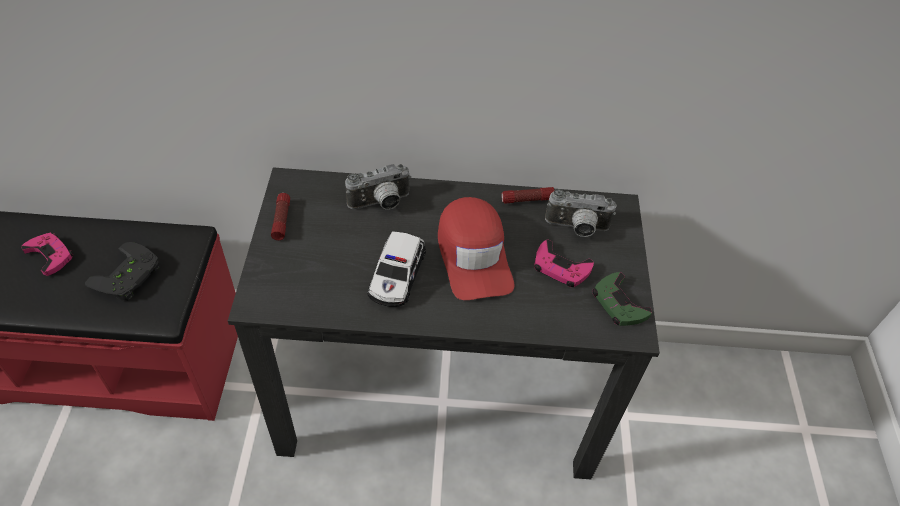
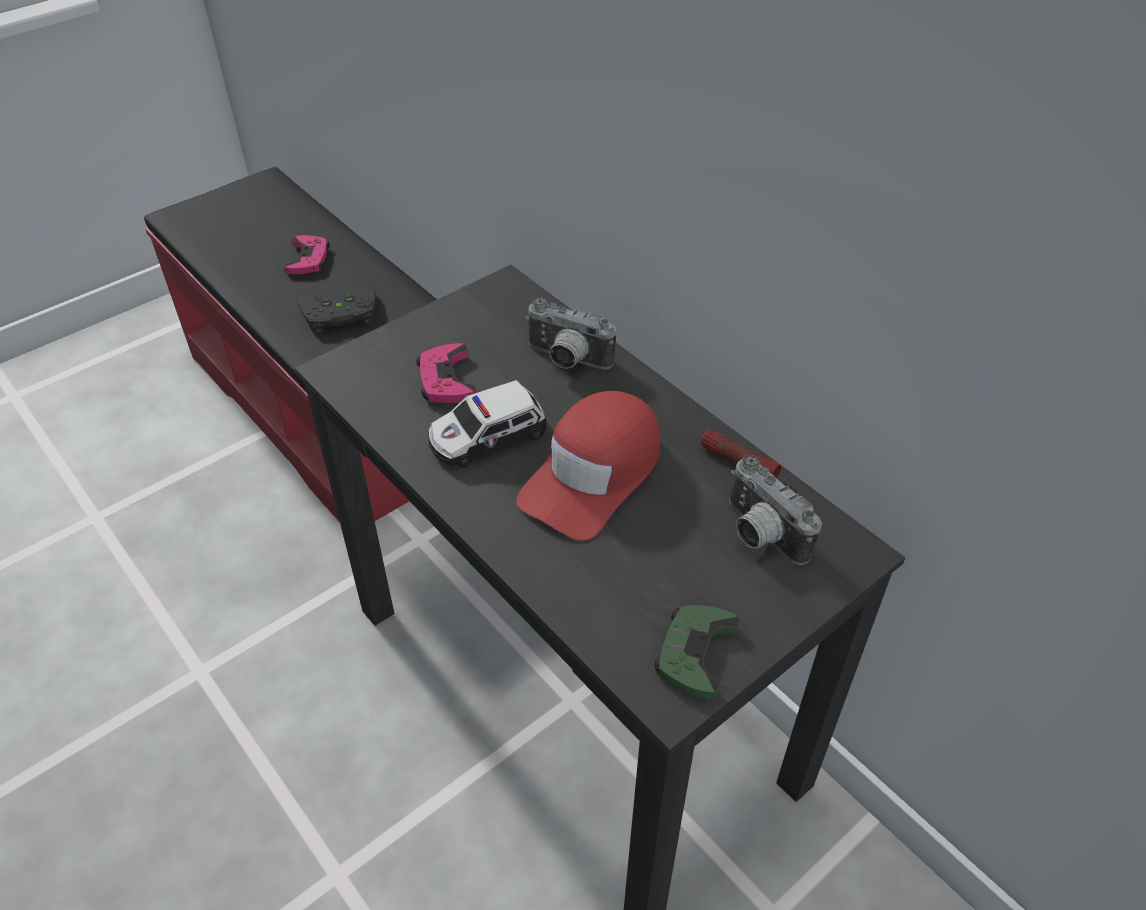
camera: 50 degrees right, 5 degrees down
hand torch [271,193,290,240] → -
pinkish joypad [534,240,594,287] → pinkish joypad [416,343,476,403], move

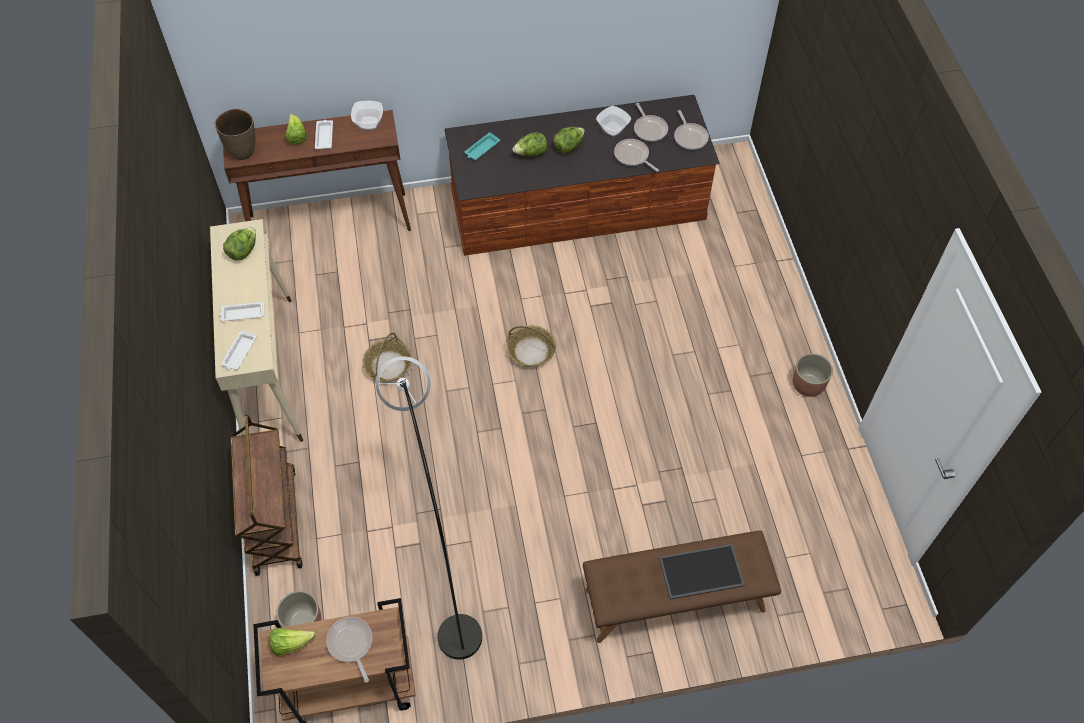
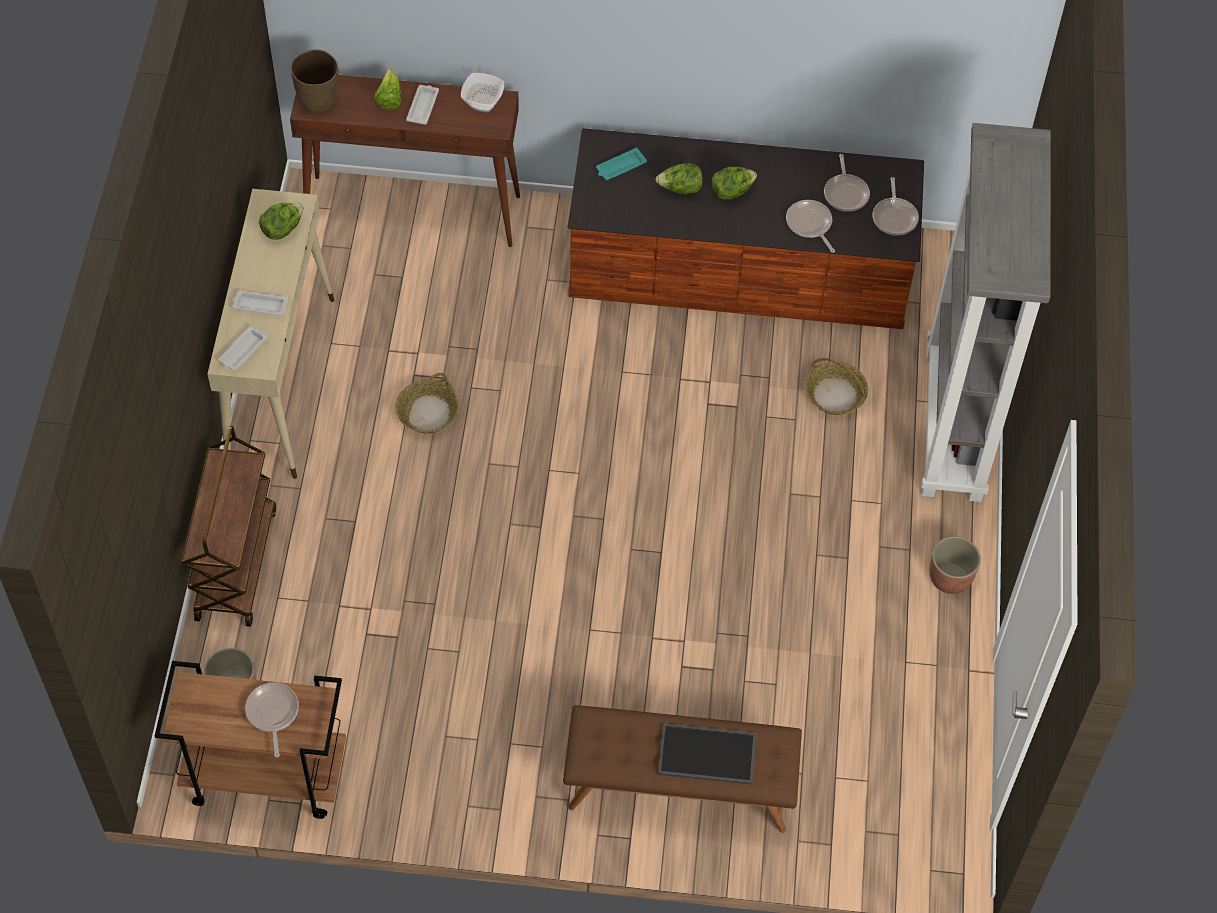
camera: 15 degrees right, 0 degrees up
deep dish [596,106,631,137] → -
basket [507,326,556,367] → basket [805,358,868,415], move
greyish standard lamp [376,357,482,660] → -
head of lettuce [269,628,316,656] → -
- → greyish bookcase [921,123,1051,502]

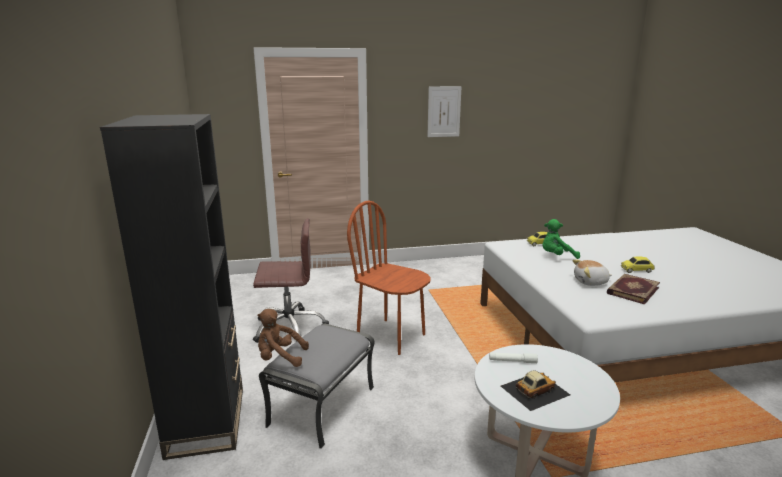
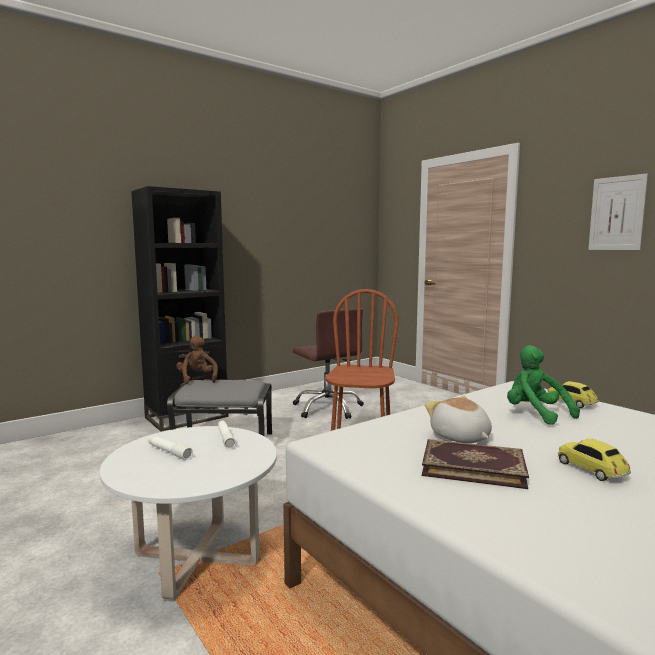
camera: 65 degrees right, 10 degrees down
model car [501,370,570,411] → white hand torch [148,436,193,460]

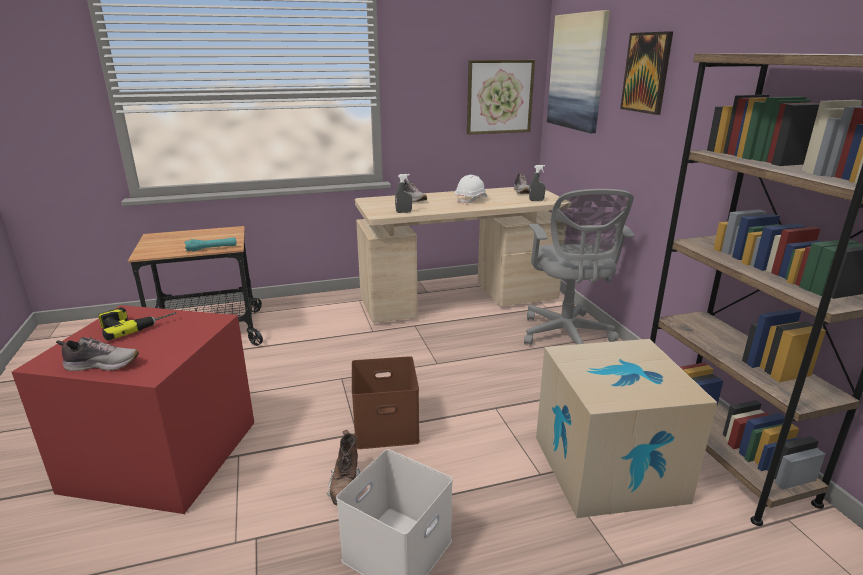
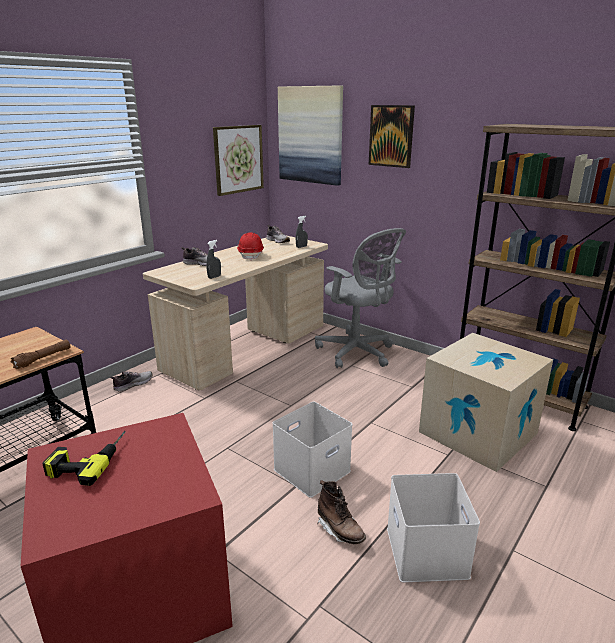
camera: 35 degrees left, 0 degrees up
white hard hat [455,175,487,205] → reddish hard hat [237,232,264,261]
turquoise-coloured hand torch [185,237,237,251] → brownish hand torch [11,340,70,369]
item of footwear [56,337,139,371] → item of footwear [110,371,153,391], move
brownish storage bin [352,356,420,449] → white storage bin [272,402,353,498]

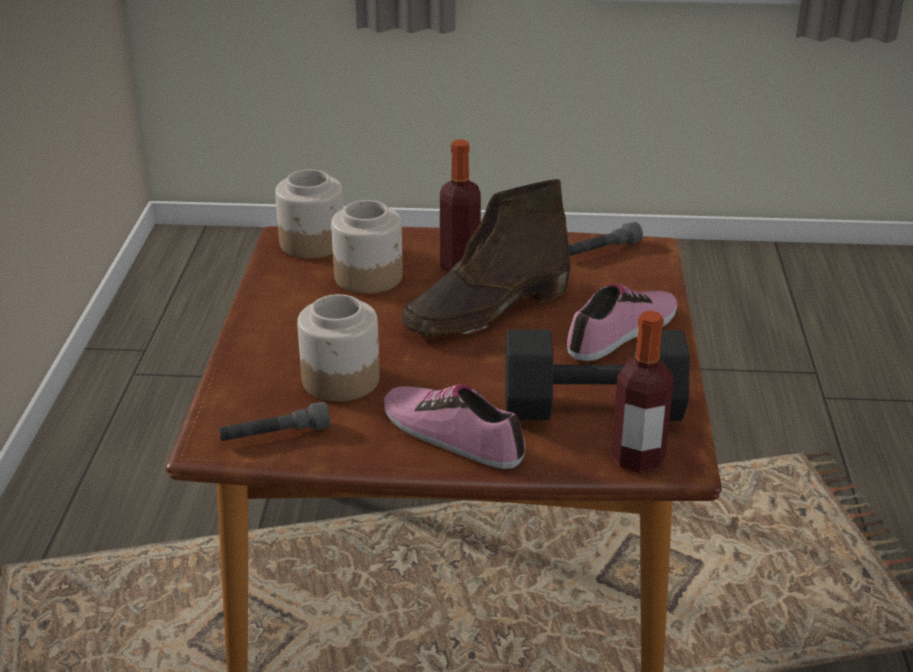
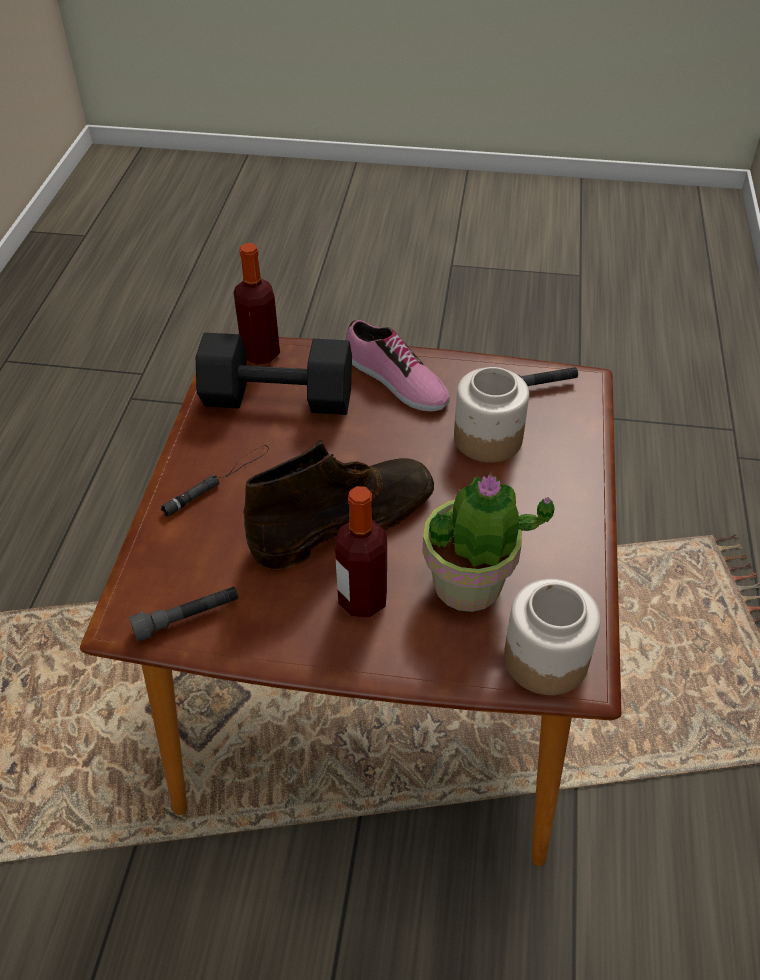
camera: 175 degrees left, 15 degrees up
preserve jar [331,200,403,294] → plant in a pot [423,475,554,612]
item of footwear [567,283,677,361] → black hand torch [161,445,269,517]

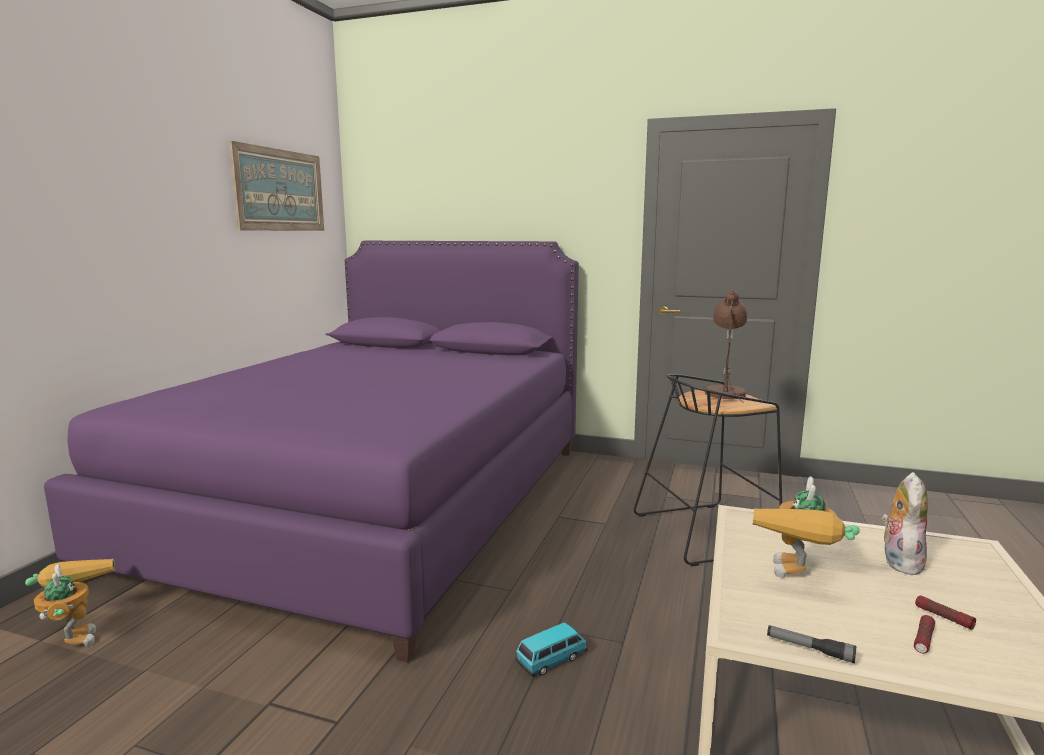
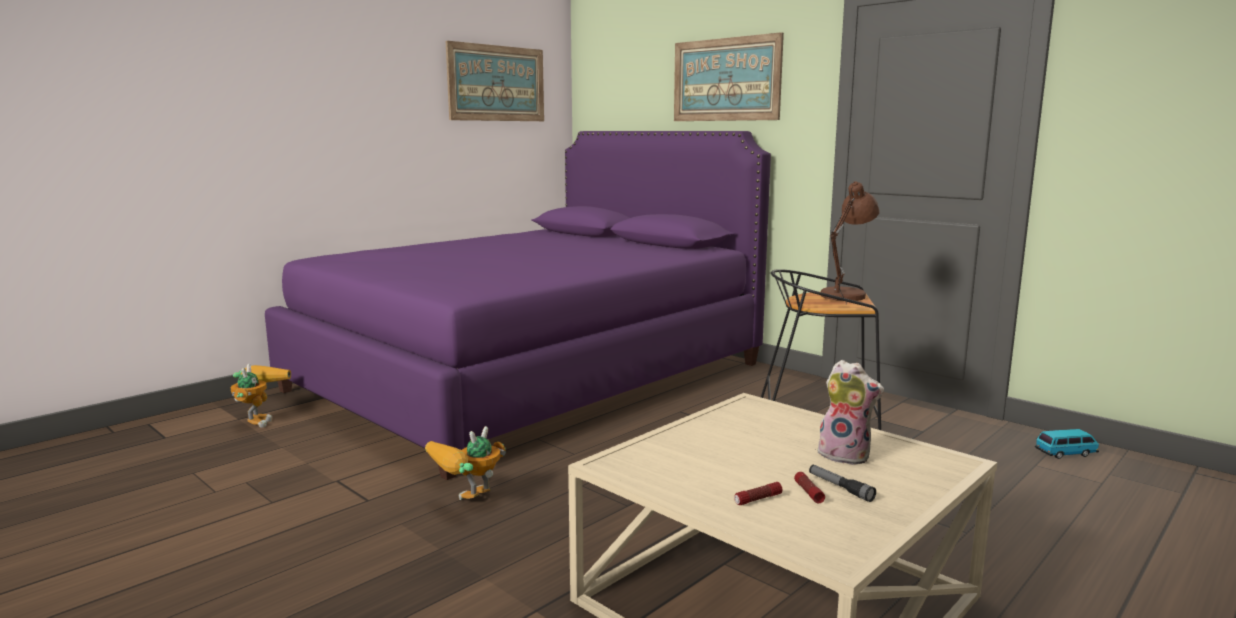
camera: 25 degrees right, 0 degrees up
plush toy [881,472,928,575] → plush toy [817,360,884,465], 75 degrees clockwise
toy robot [753,477,860,578] → toy robot [425,426,506,500], move
model car [515,622,588,677] → model car [1035,429,1099,459], move
hand torch [767,625,856,663] → hand torch [809,465,876,502], move
- → wall art [674,32,784,121]

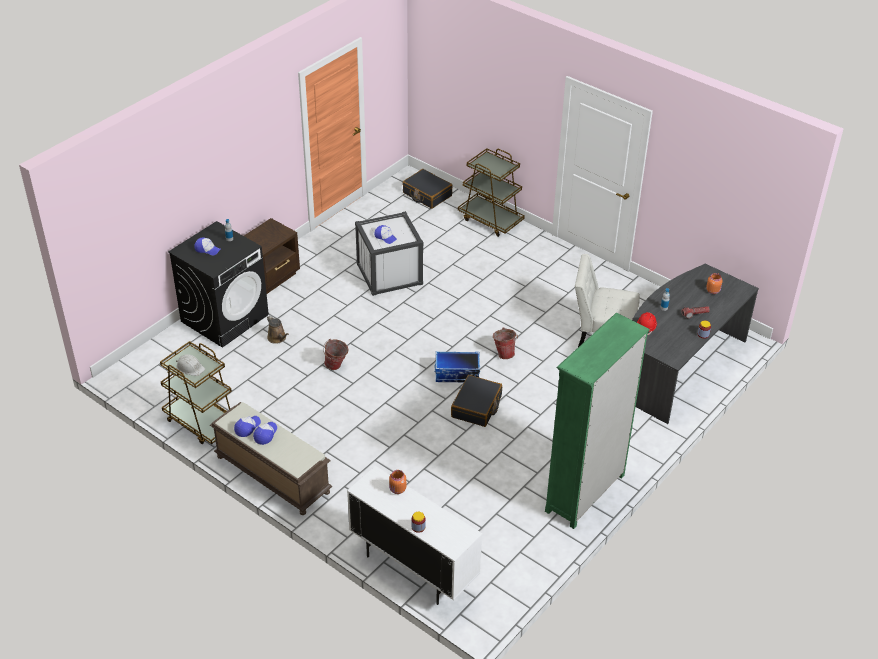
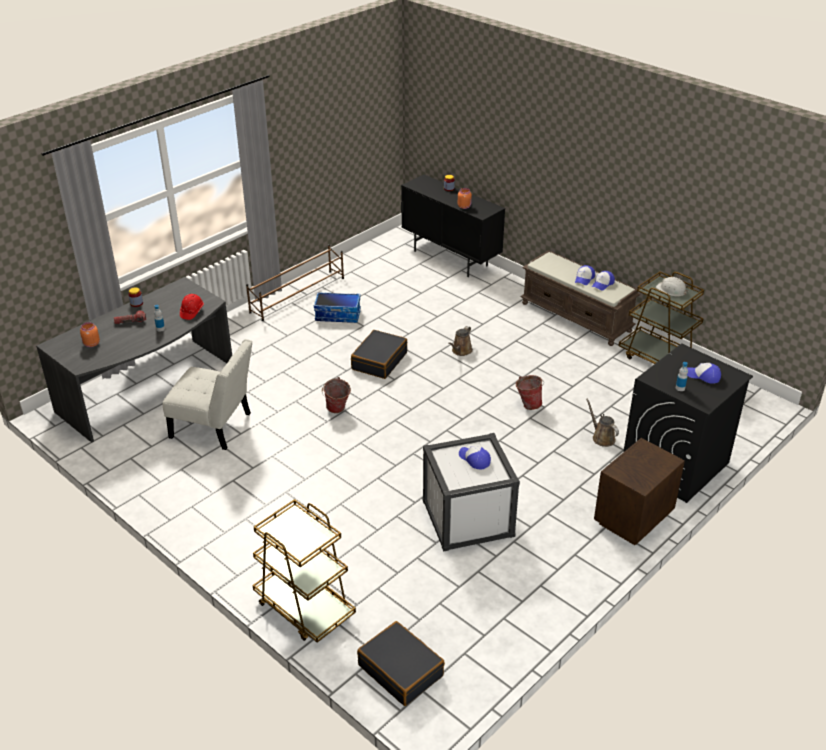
camera: 175 degrees left, 5 degrees down
green bookcase [545,313,650,529] → brownish shoe shelf [246,244,344,321]
storage bin [435,351,480,382] → storage bin [314,292,361,323], move
white storage cabinet [347,466,482,605] → black storage cabinet [401,175,505,277]
- → brownish watering pot [448,326,473,356]

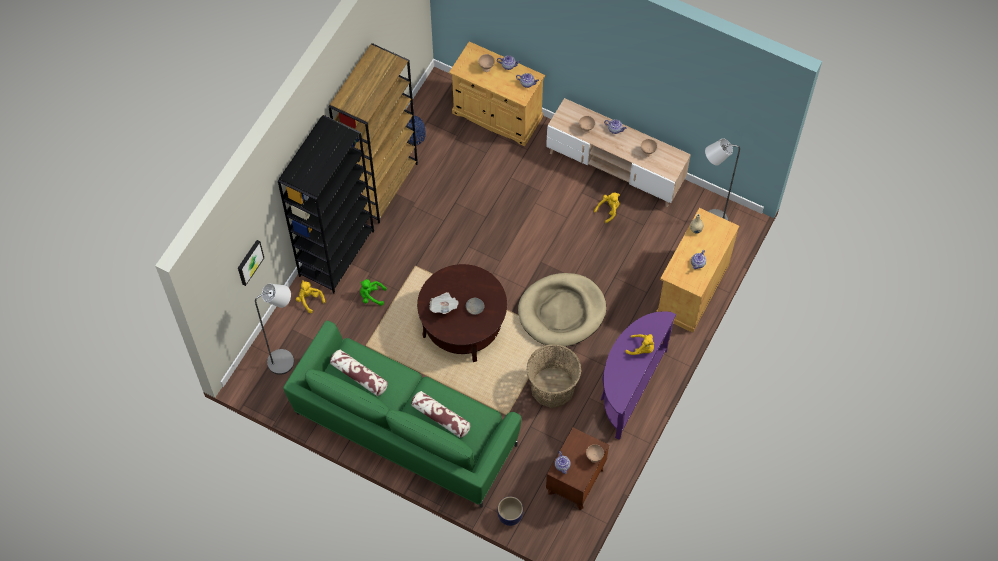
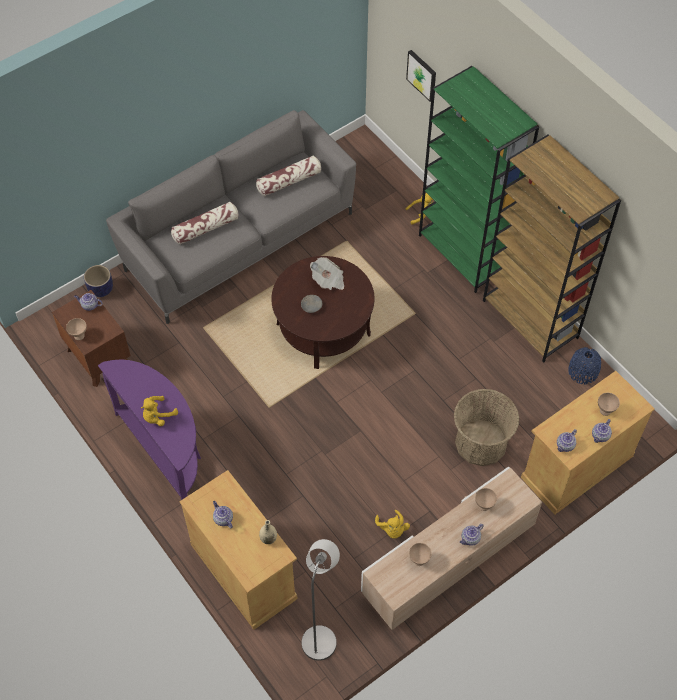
camera: 115 degrees right, 5 degrees down
black bookcase [278,115,374,293] → green bookcase [419,66,539,293]
sand-coloured pet bed [518,273,606,347] → -
green plush toy [360,279,387,306] → -
greyish standard lamp [255,284,294,375] → -
green settee [283,321,521,508] → greyish settee [106,110,356,324]
basket [526,344,581,408] → basket [454,389,519,466], move

